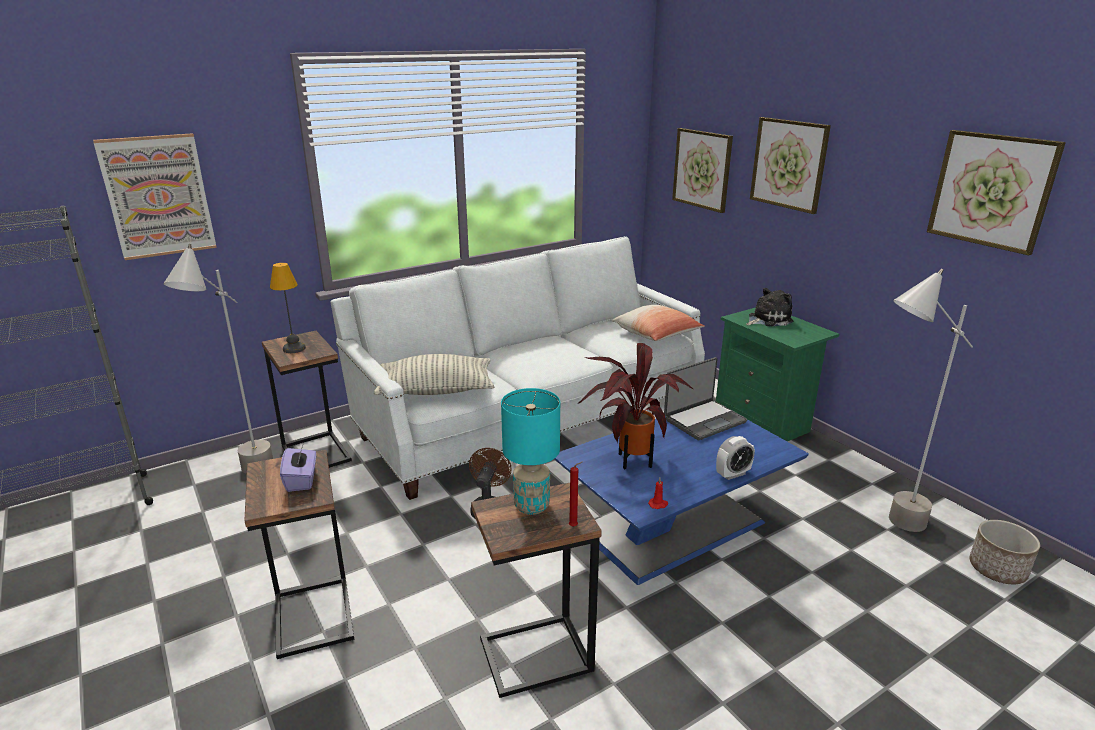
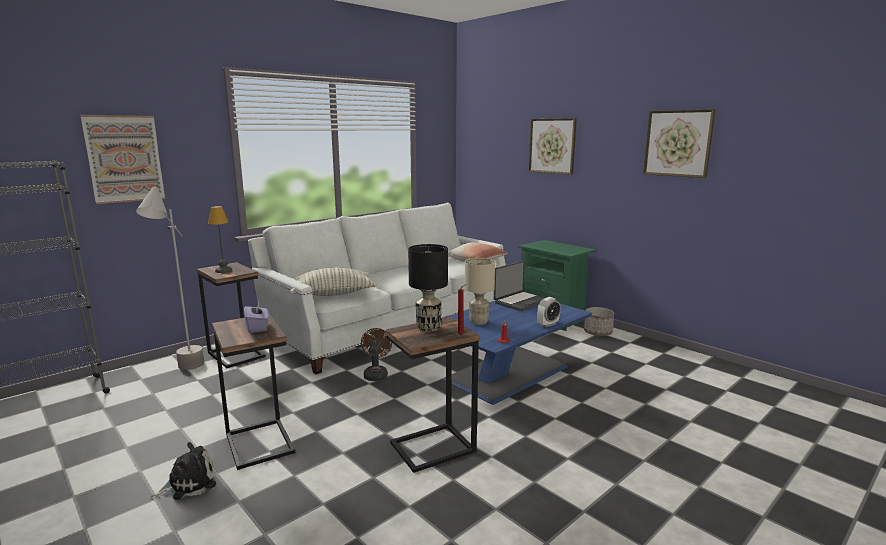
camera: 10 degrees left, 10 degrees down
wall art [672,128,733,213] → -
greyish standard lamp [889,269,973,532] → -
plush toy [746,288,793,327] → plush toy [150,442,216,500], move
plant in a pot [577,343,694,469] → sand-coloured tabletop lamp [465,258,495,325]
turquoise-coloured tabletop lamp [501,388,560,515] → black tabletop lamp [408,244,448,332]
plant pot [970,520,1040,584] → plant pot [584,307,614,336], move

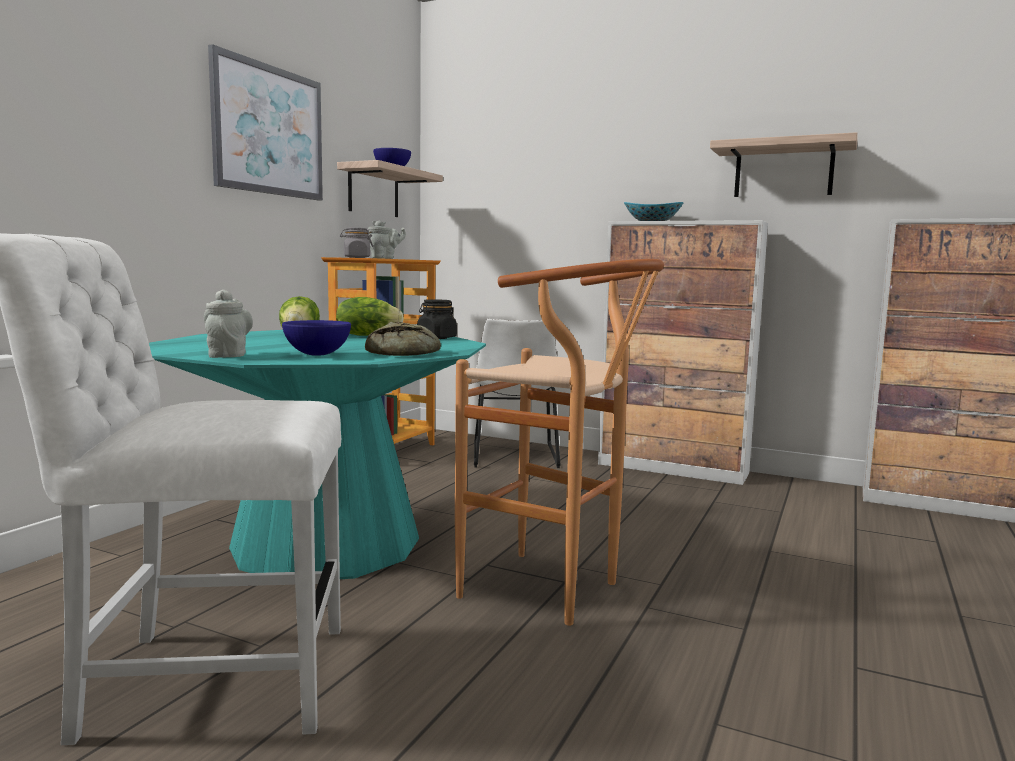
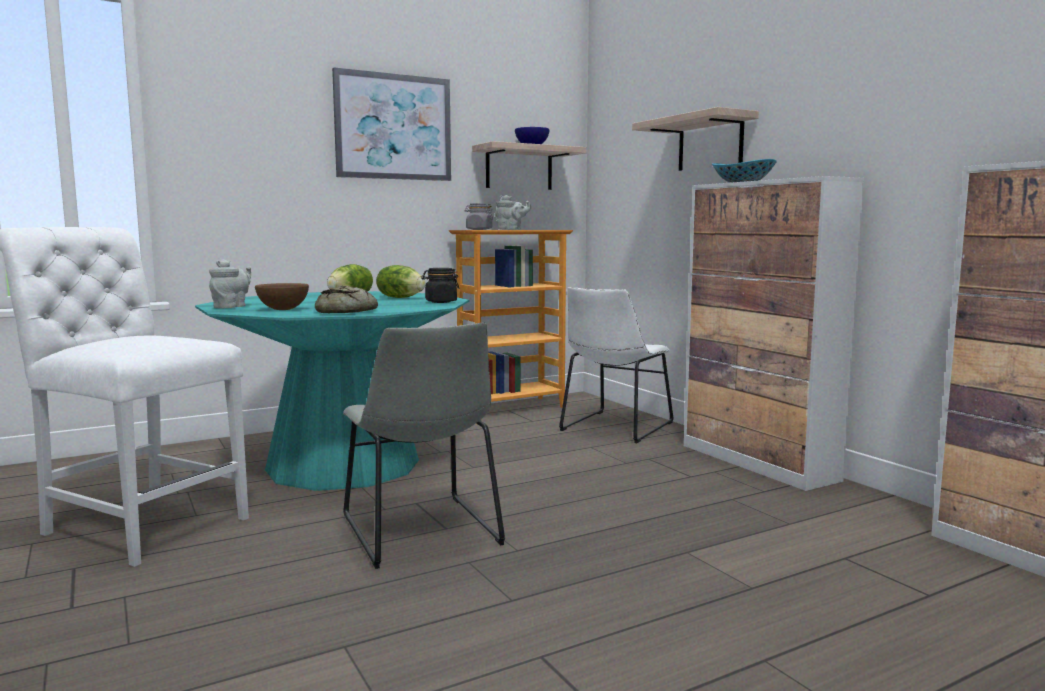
camera: 35 degrees right, 0 degrees up
bracket shelf [710,132,857,197] → bracket shelf [632,107,759,171], move
brownish stool seat [455,259,664,626] → greyish upright chair [343,322,505,569]
blue-coloured deep dish [282,320,351,356] → brownish deep dish [255,283,309,310]

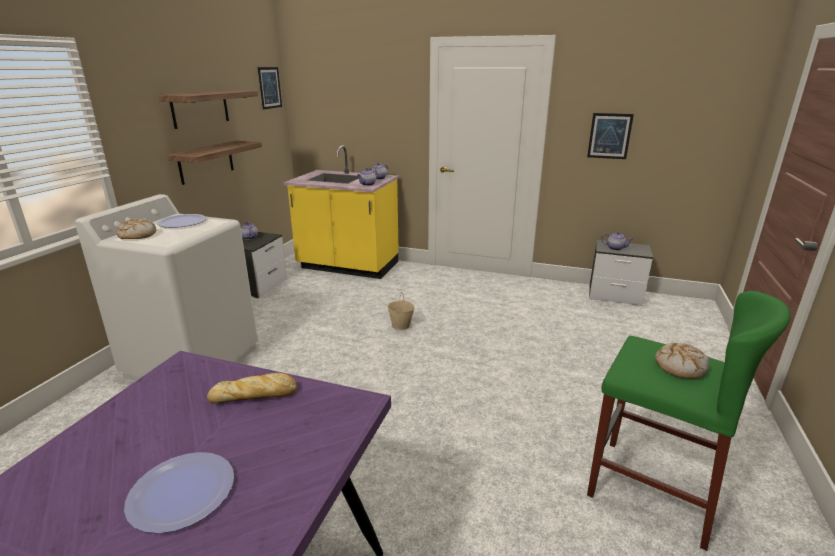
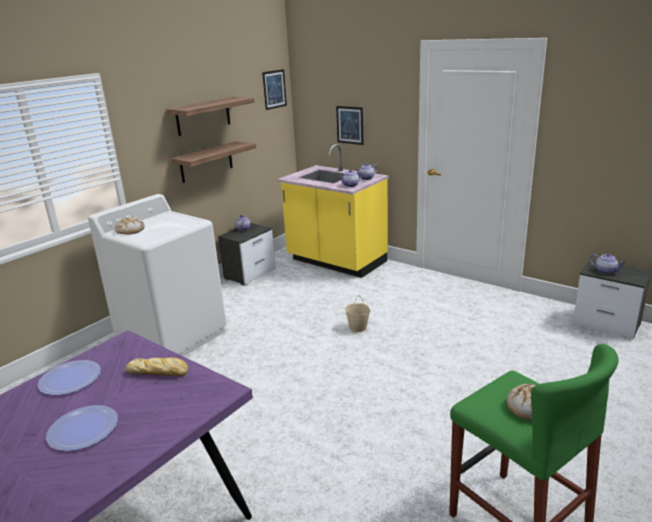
camera: 20 degrees right, 0 degrees up
wall art [587,113,634,159] → wall art [336,106,364,145], move
dinner plate [157,214,206,228] → dinner plate [38,360,101,395], move

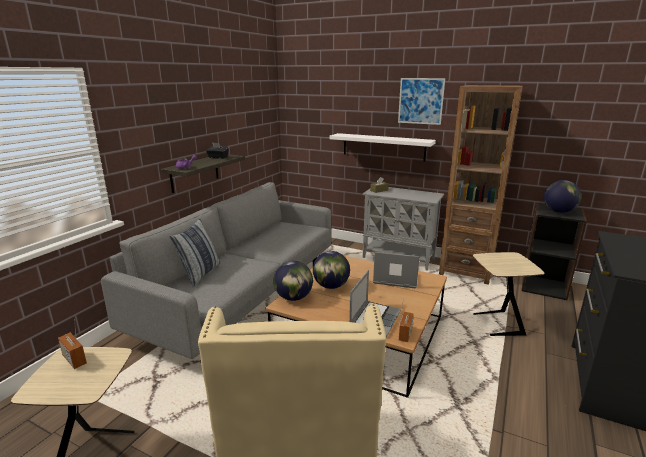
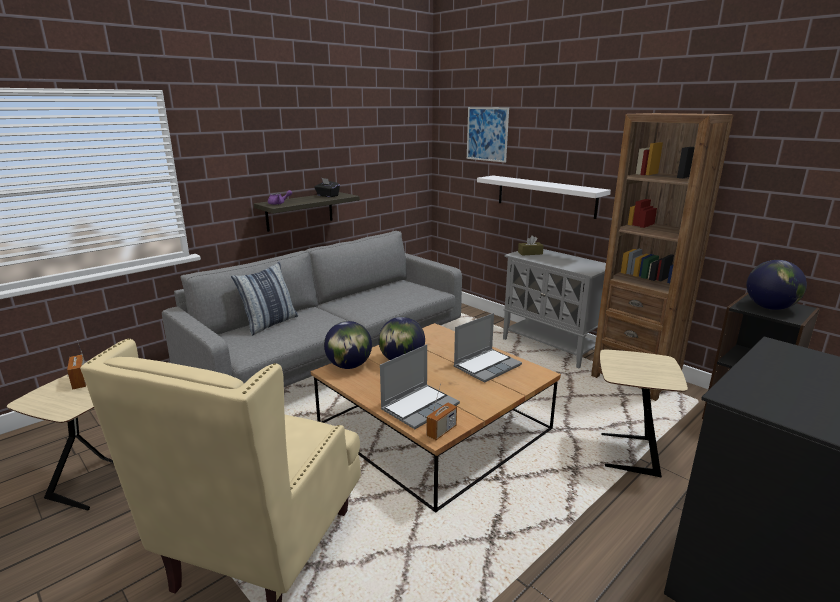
camera: 20 degrees right, 0 degrees up
wall art [398,78,445,125] → wall art [467,107,509,163], move
notebook computer [373,252,420,288] → notebook computer [454,313,522,383], 105 degrees clockwise

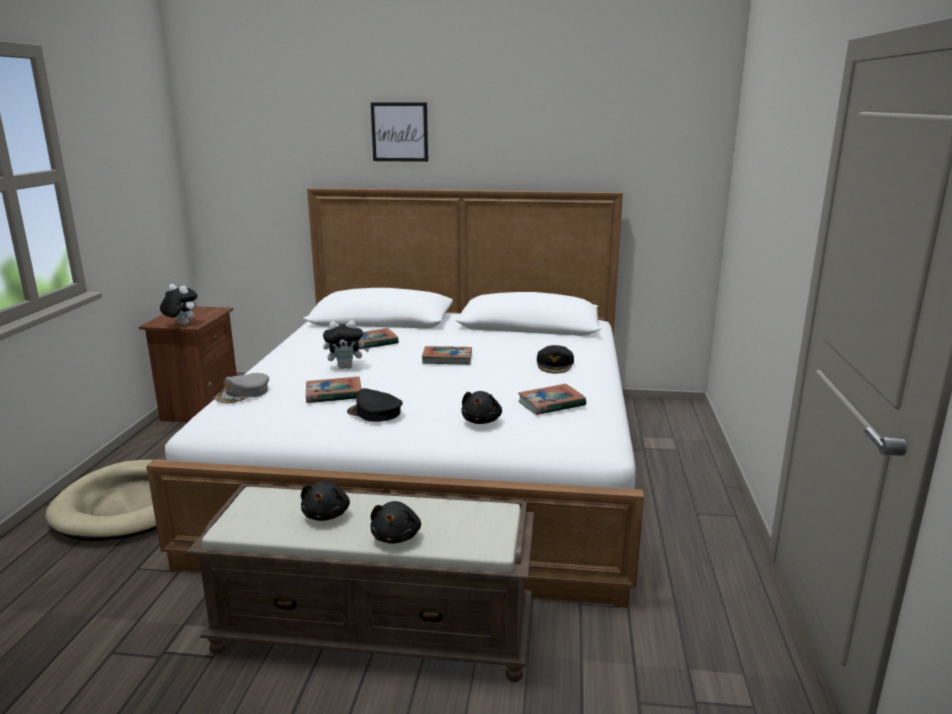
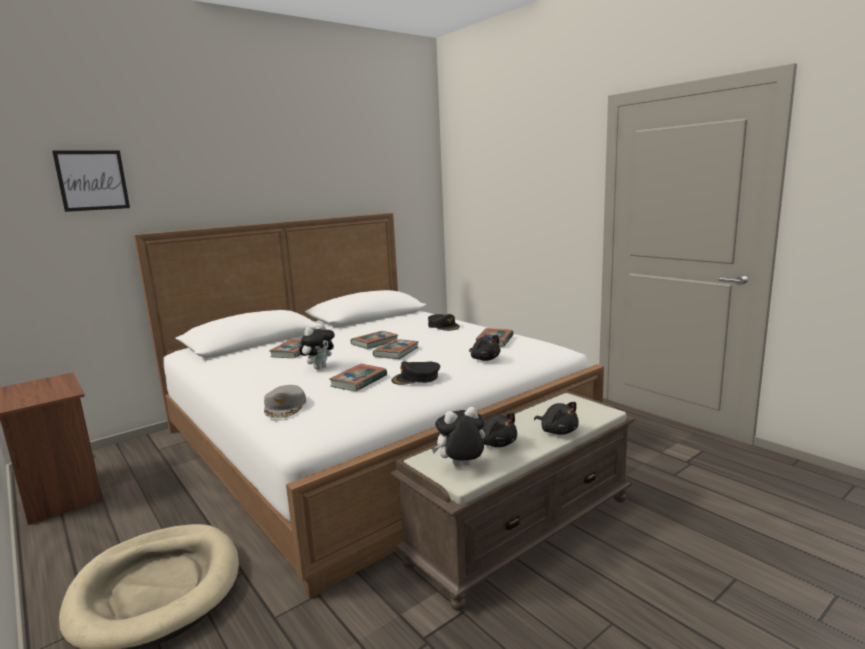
camera: 45 degrees left, 5 degrees down
wall art [371,102,428,162] → wall art [52,151,130,212], move
plush toy [160,284,197,325] → plush toy [431,407,485,467], move
- → bound book [373,339,419,359]

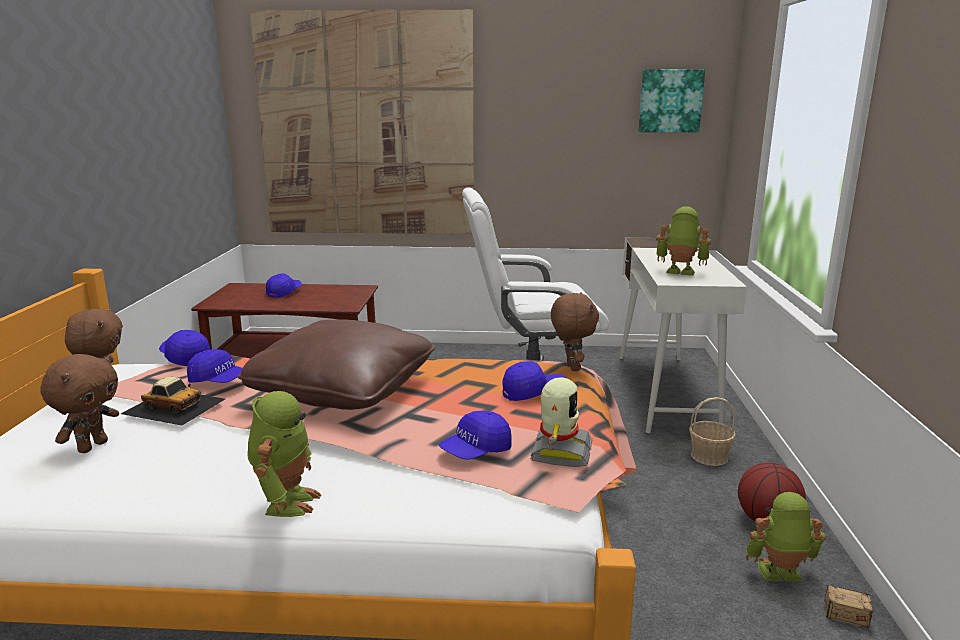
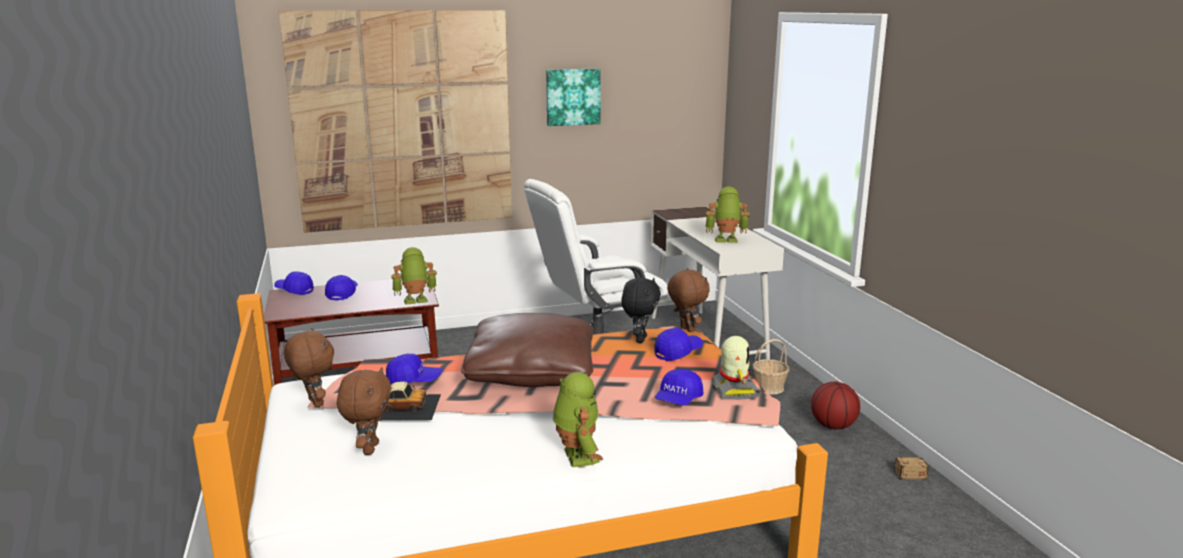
camera: 20 degrees left, 0 degrees up
wall art [638,69,705,132] → wall art [546,69,601,126], move
blue-coloured cap [159,330,211,366] → blue-coloured cap [274,271,314,295], move
toy robot [746,492,826,582] → toy robot [391,247,437,305], move
- → black plush toy [621,278,661,343]

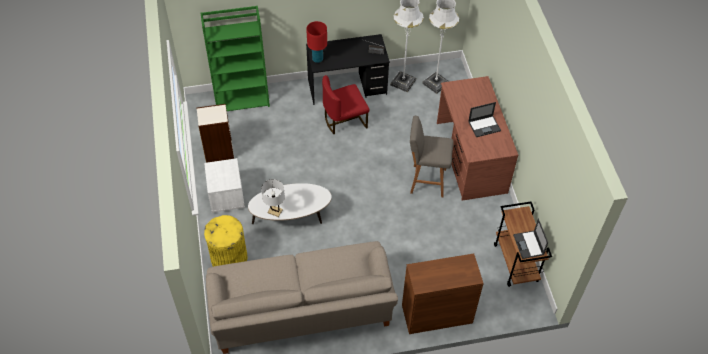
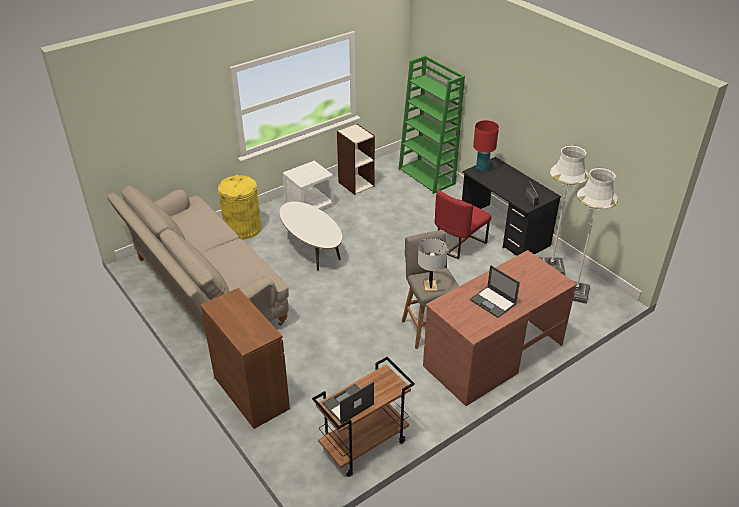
camera: 65 degrees right, 15 degrees down
reddish upright chair [322,75,369,134] → reddish upright chair [435,189,491,259], 90 degrees counterclockwise
white tabletop lamp [261,179,285,217] → white tabletop lamp [418,238,448,292], move

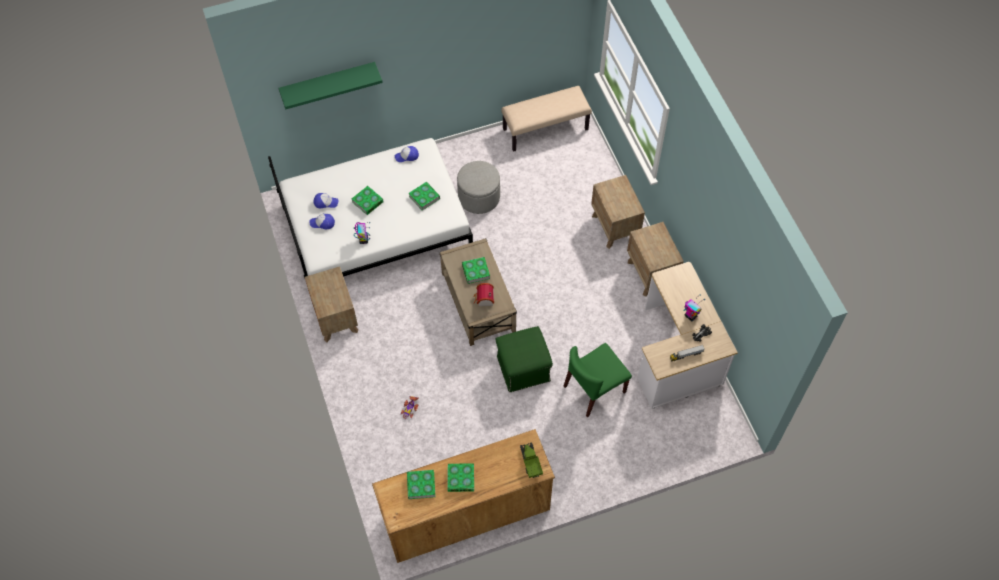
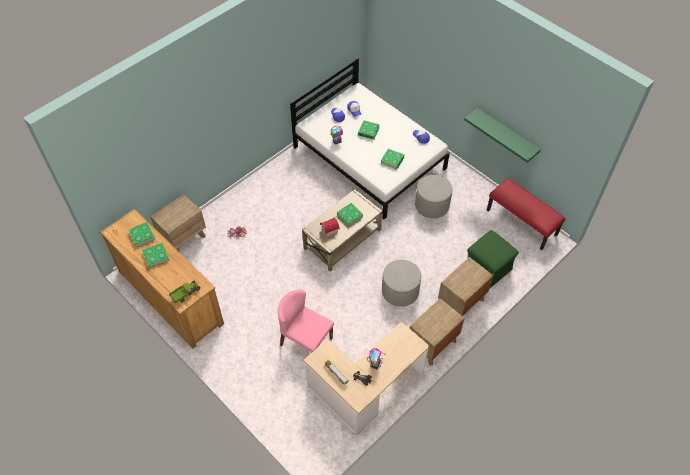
camera: 65 degrees right, 5 degrees down
green bracket shelf [279,62,383,109] → green bracket shelf [464,108,541,163], move
sand-coloured indoor bench [502,86,592,152] → reddish indoor bench [487,178,566,250]
brownish nightstand [305,266,358,342] → brownish nightstand [151,194,206,251], move
green footrest [495,326,553,393] → green footrest [467,230,519,288], move
green upright chair [564,343,632,417] → pinkish upright chair [278,290,334,353]
- → greyish footrest [382,260,421,307]

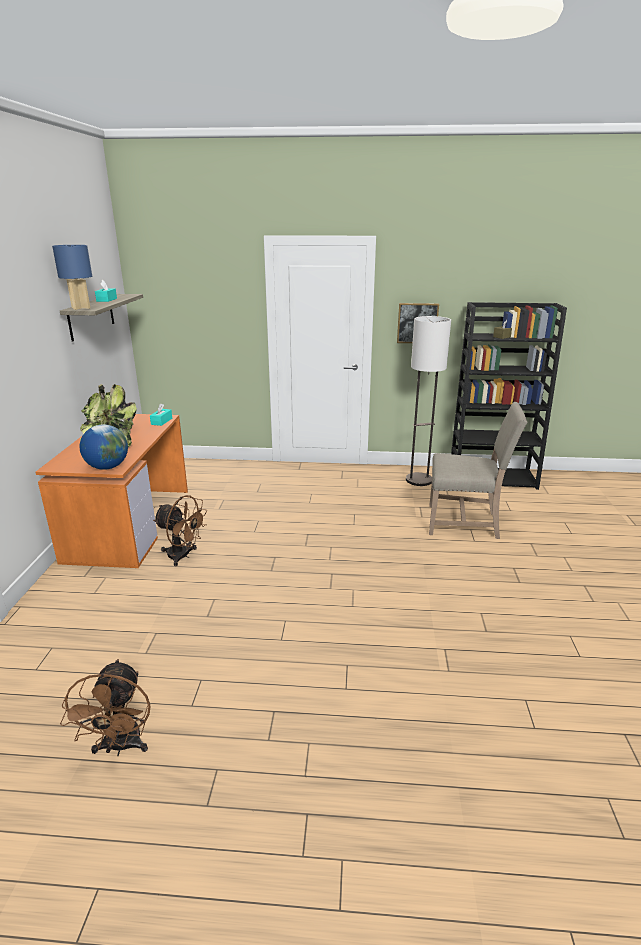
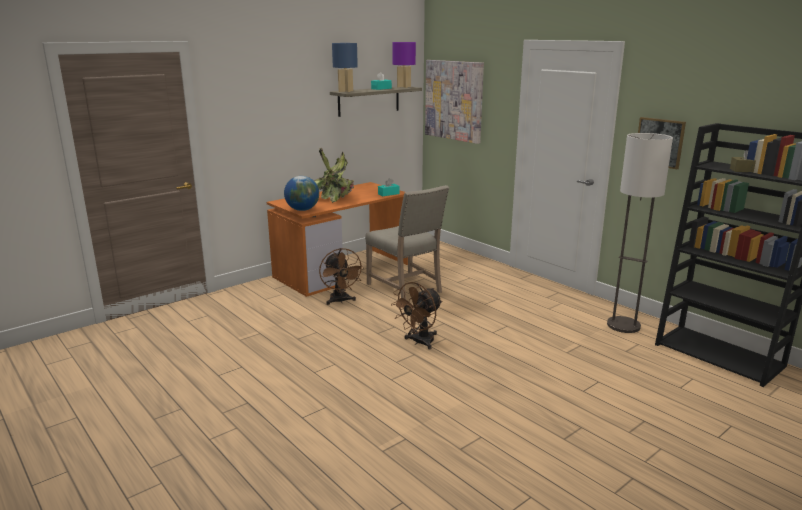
camera: 45 degrees right, 5 degrees down
sand-coloured upright chair [429,402,527,539] → sand-coloured upright chair [365,185,449,299], move
brownish electric fan [60,659,151,756] → brownish electric fan [391,282,442,349], move
- → purple tabletop lamp [392,42,416,88]
- → wall art [425,60,484,144]

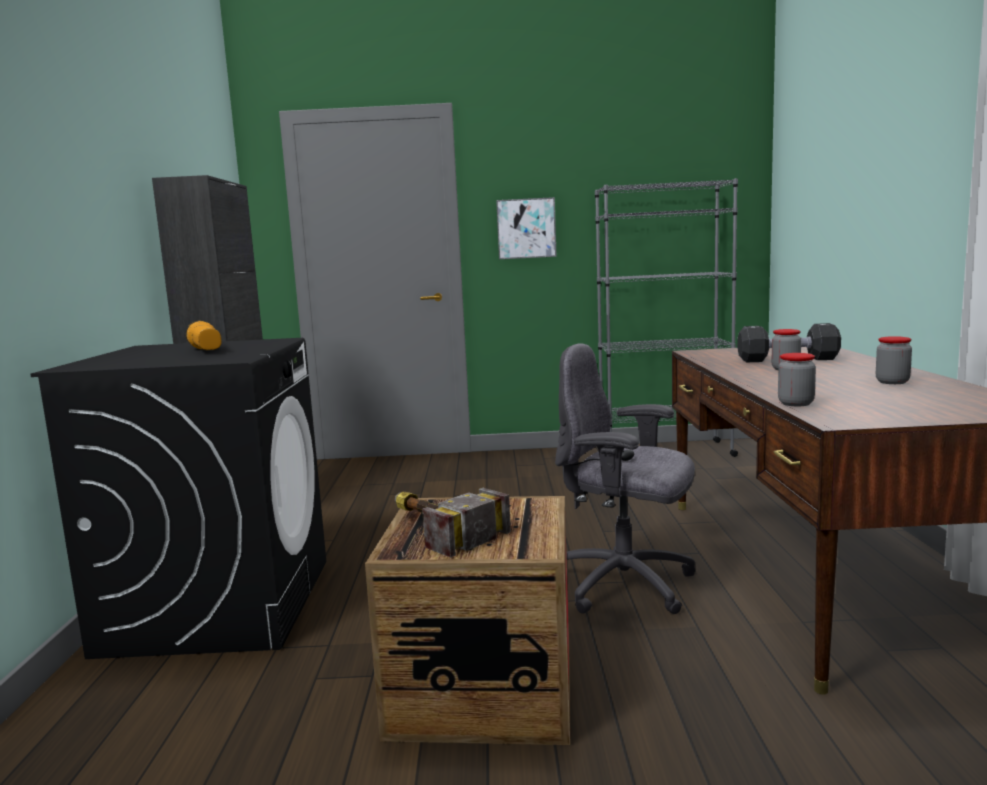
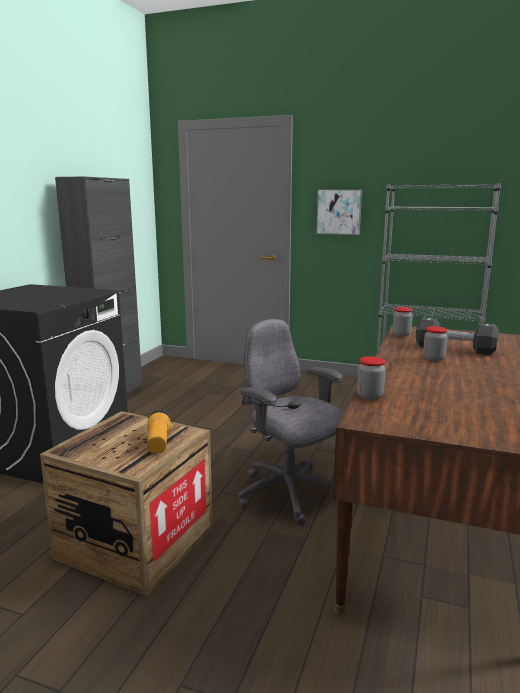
camera: 20 degrees right, 5 degrees up
hand torch [186,321,222,350] → hand torch [147,410,171,453], move
preserve jar [876,336,912,384] → preserve jar [392,307,413,337], move
tool hammer [395,488,511,558] → -

